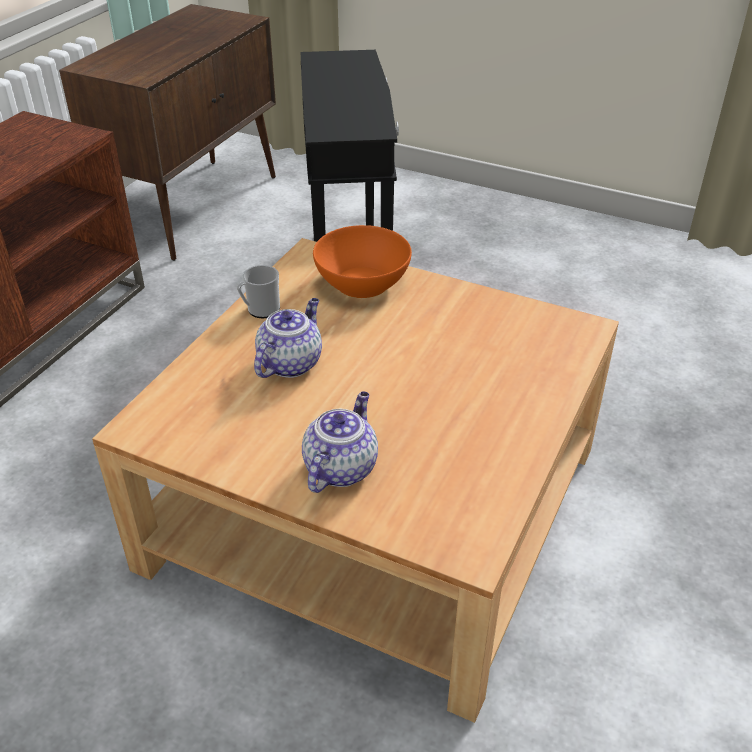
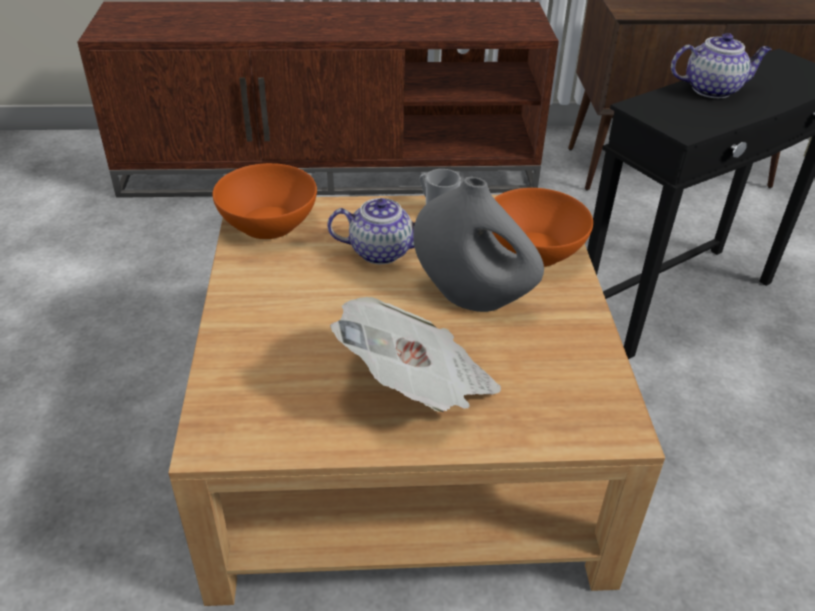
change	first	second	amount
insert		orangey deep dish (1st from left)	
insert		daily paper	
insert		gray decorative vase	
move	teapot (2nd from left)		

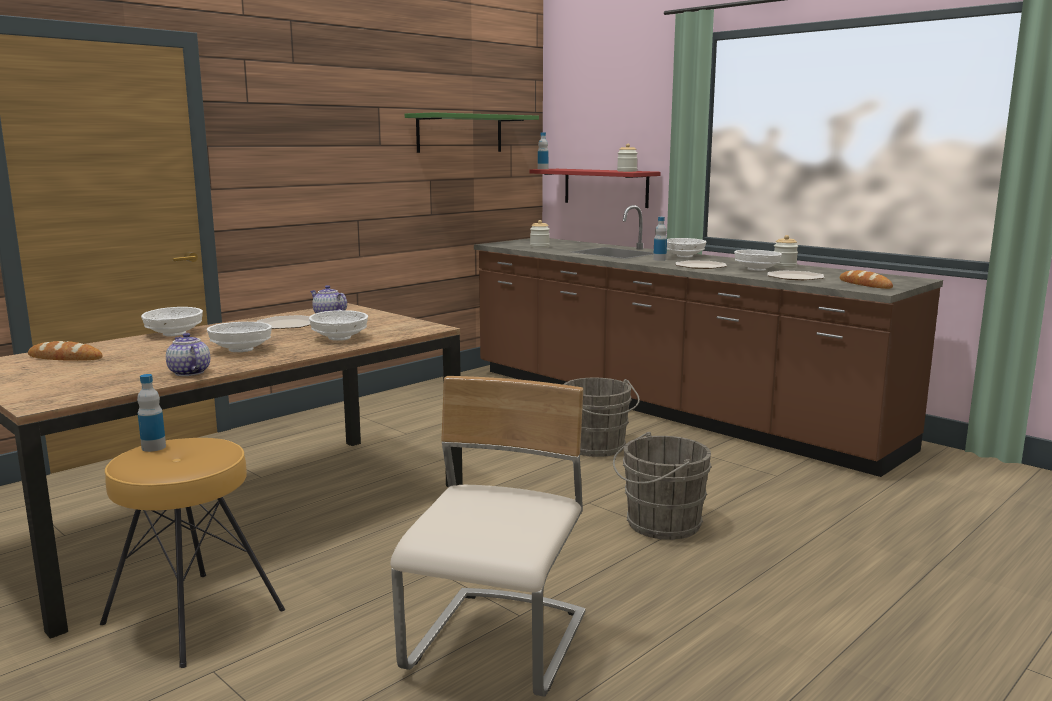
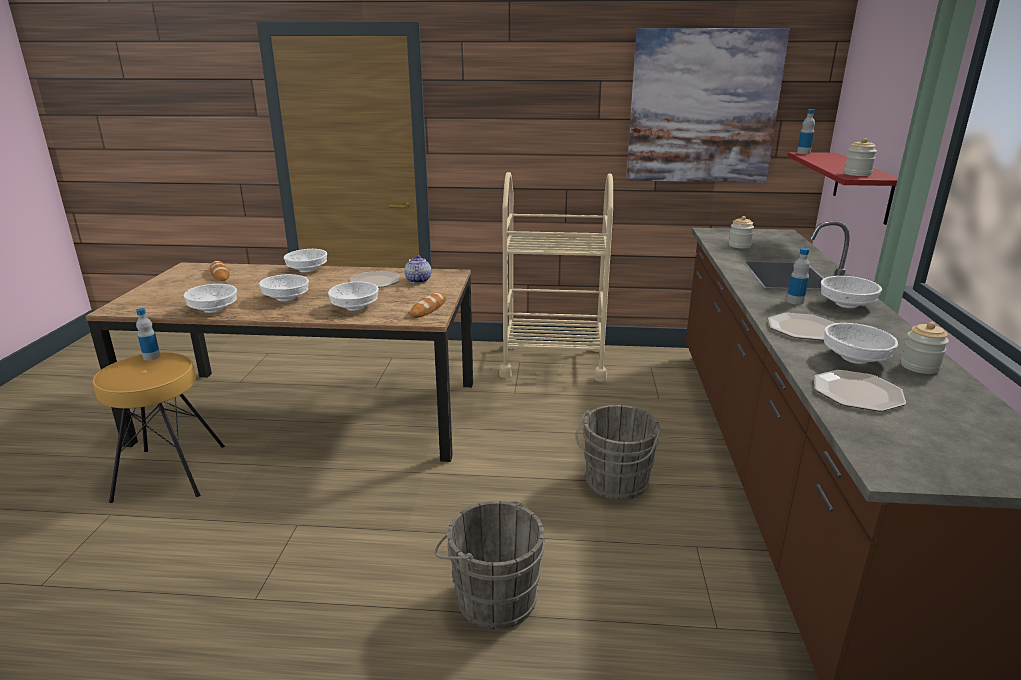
change	first	second	amount
replace	teapot (1st from left)	white-coloured deep dish (1st from left)	
move	bakery bread (2nd from left)		
insert		sand-coloured cart	
replace	green shelf	picture	
delete	sand-coloured upright chair		

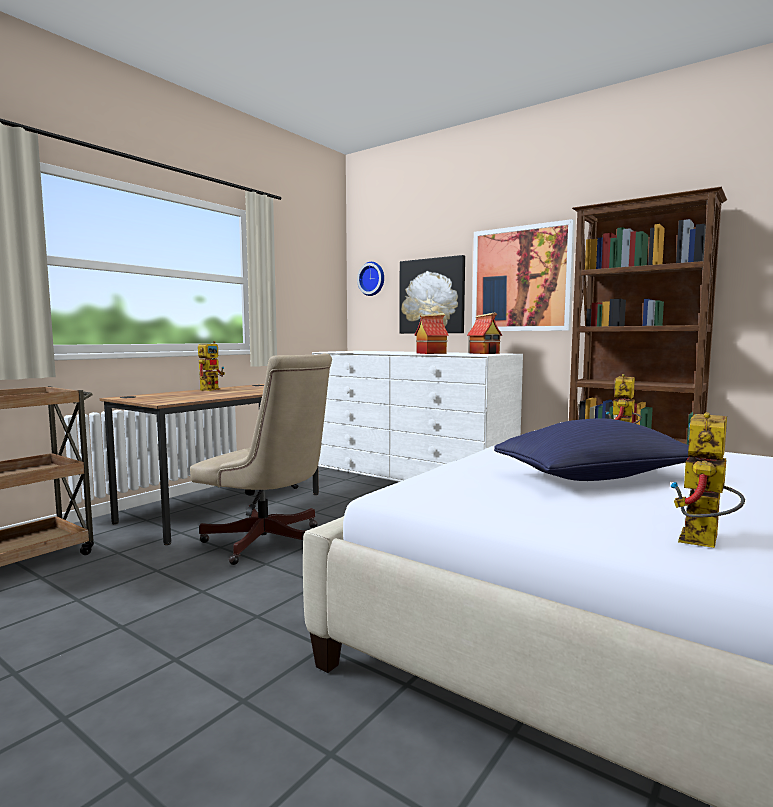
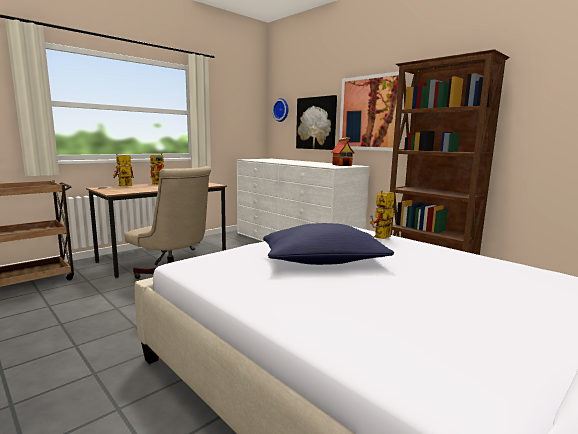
change	first	second	amount
move	toy robot (3rd from left in the first image)	toy robot (1st from left)	
delete	toy house (1st from left)		

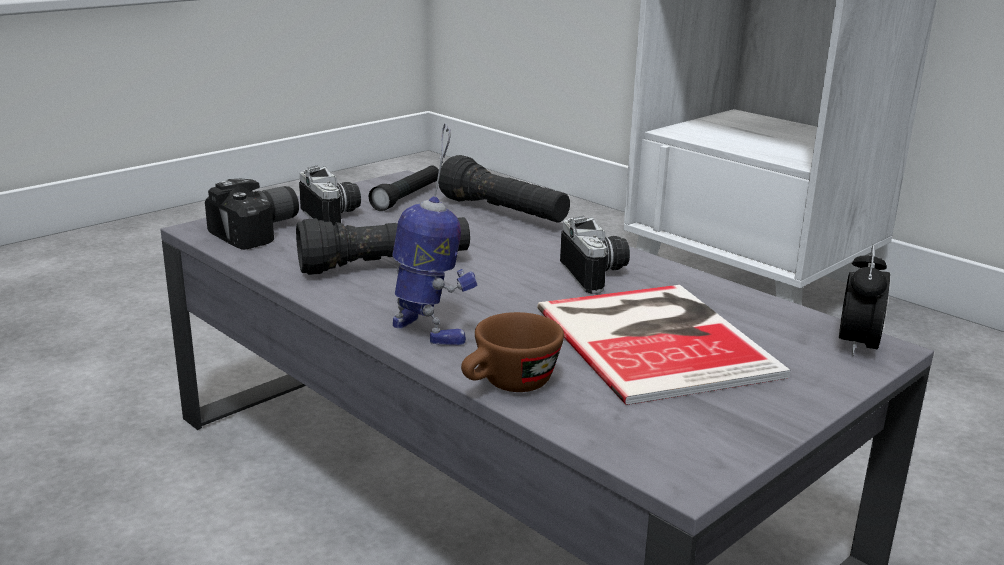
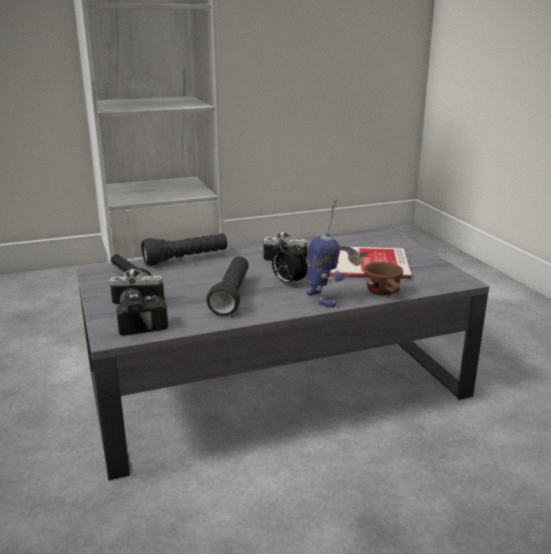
change	first	second	amount
move	alarm clock		
rotate	toy robot		90 degrees clockwise

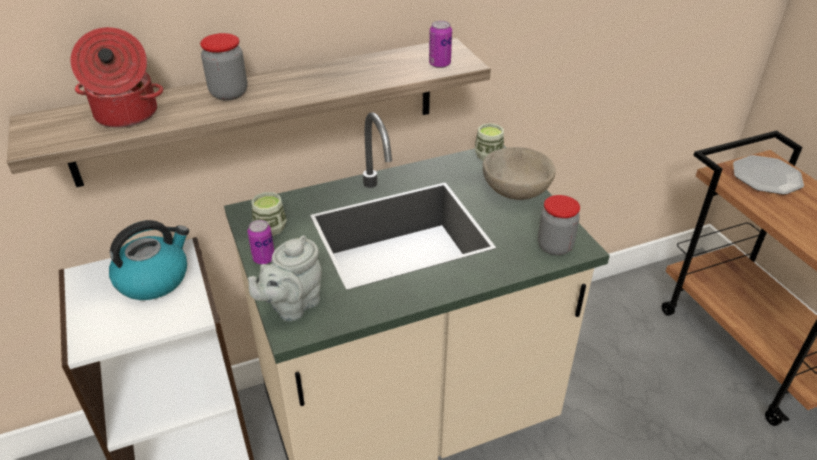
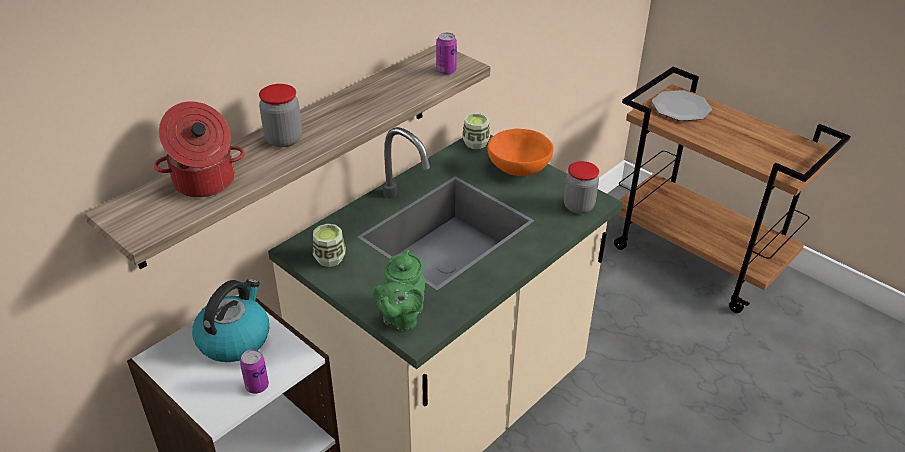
change	first	second	amount
move	metal can (1st from left)		
recolor	gray teapot	green teapot	
recolor	sand-coloured deep dish	orangey deep dish	

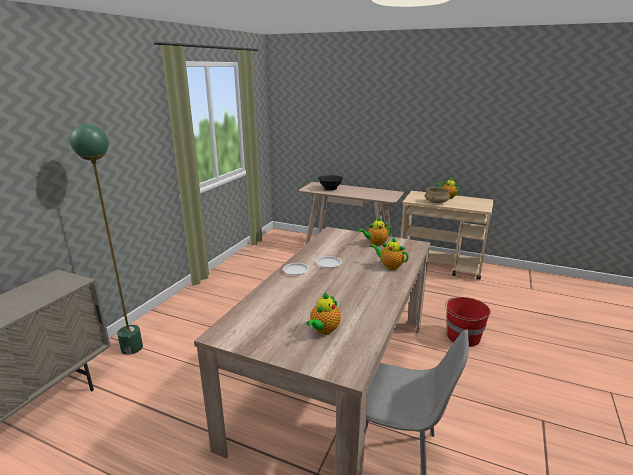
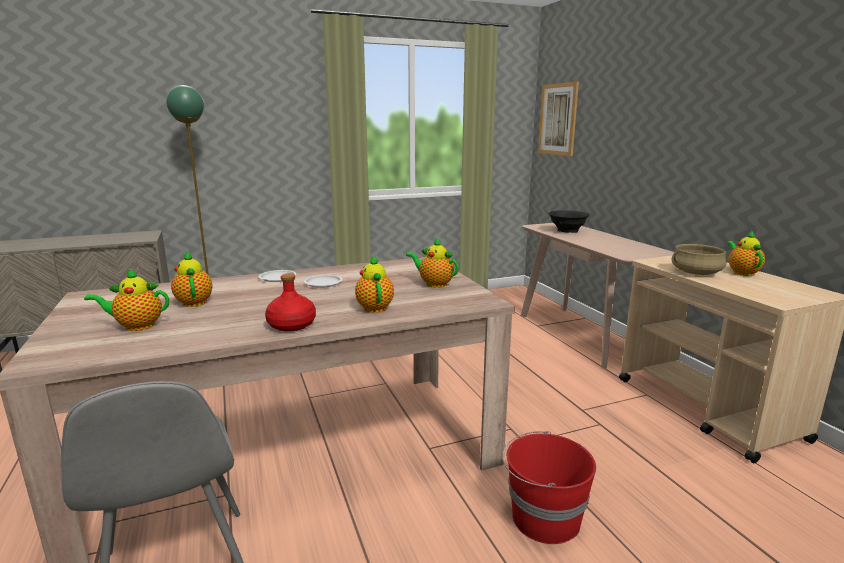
change	first	second	amount
insert		teapot (2nd from left)	
insert		red drink bottle	
insert		picture	

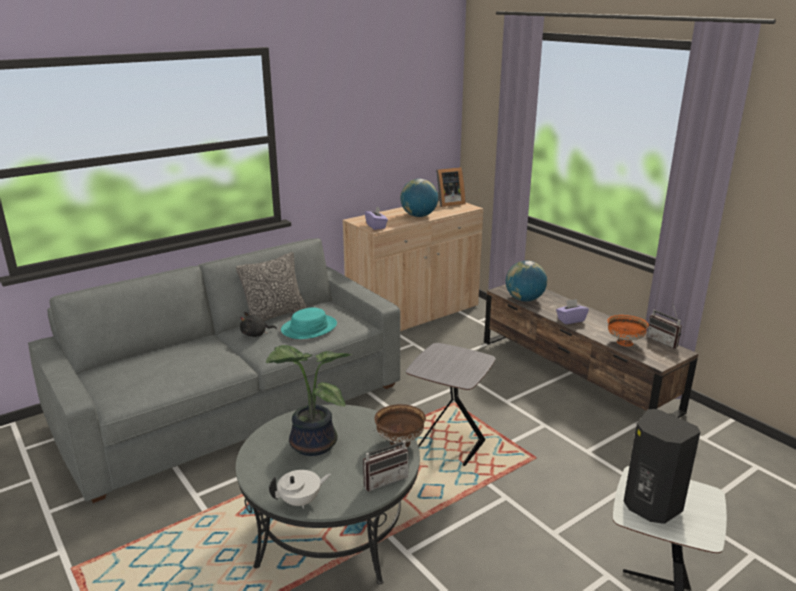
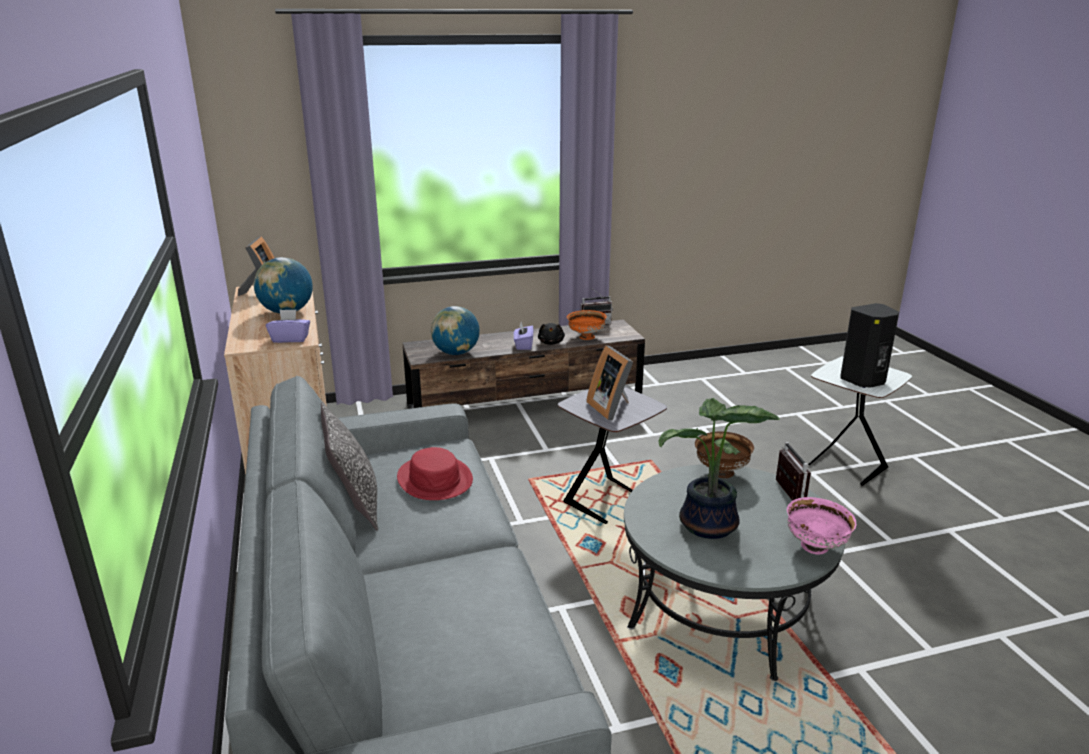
change	first	second	amount
recolor	turquoise hat	red hat	
move	black soft toy		
insert		picture frame (2nd from left)	
replace	white-coloured teapot	pinkish deep dish	

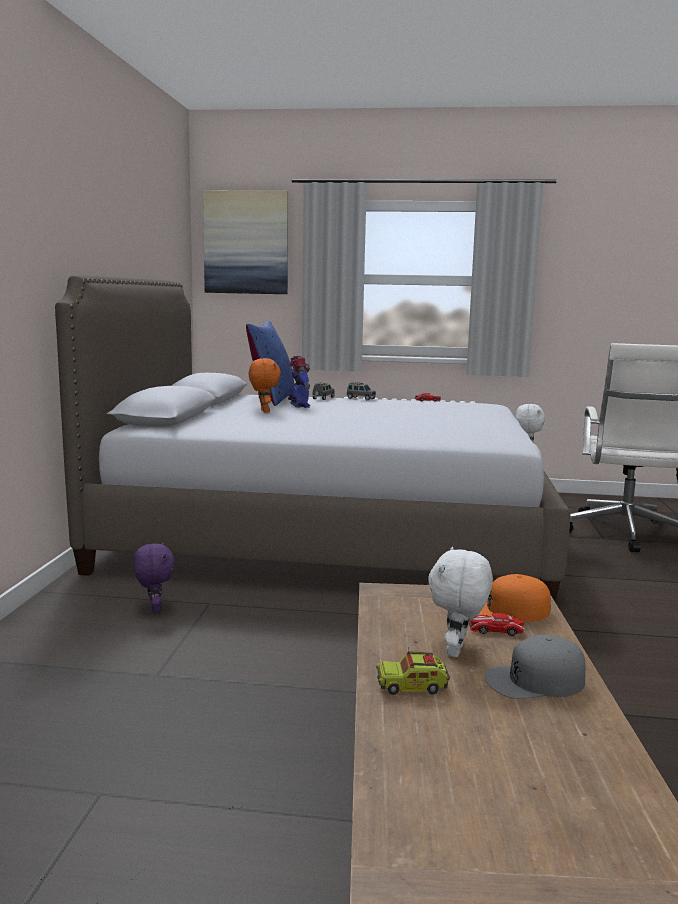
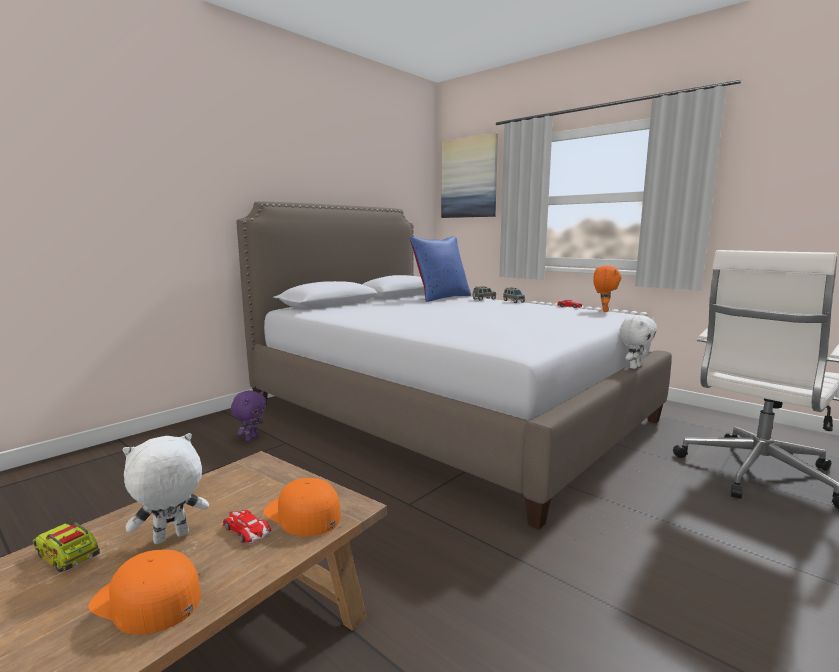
change	first	second	amount
recolor	gray peaked cap	orangey peaked cap (1st from left)	
move	orangey soft toy		
delete	toy robot		

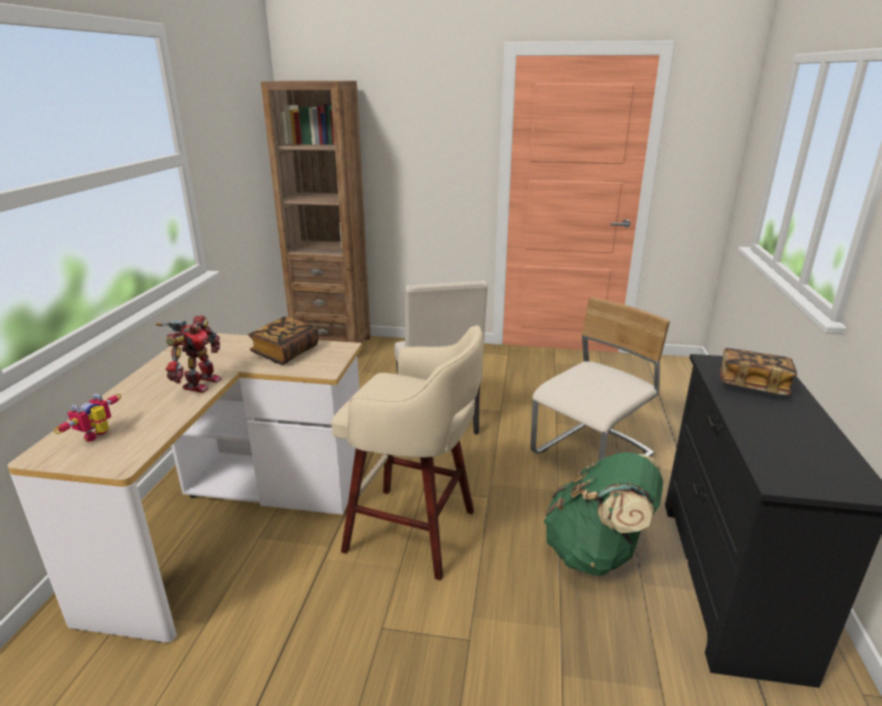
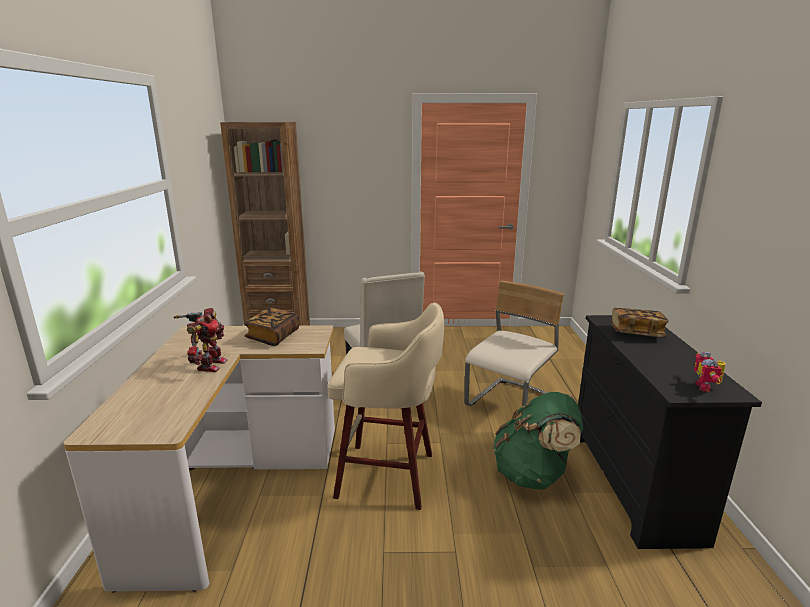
change	first	second	amount
move	toy robot (1st from left in the first image)	toy robot (2nd from left)	

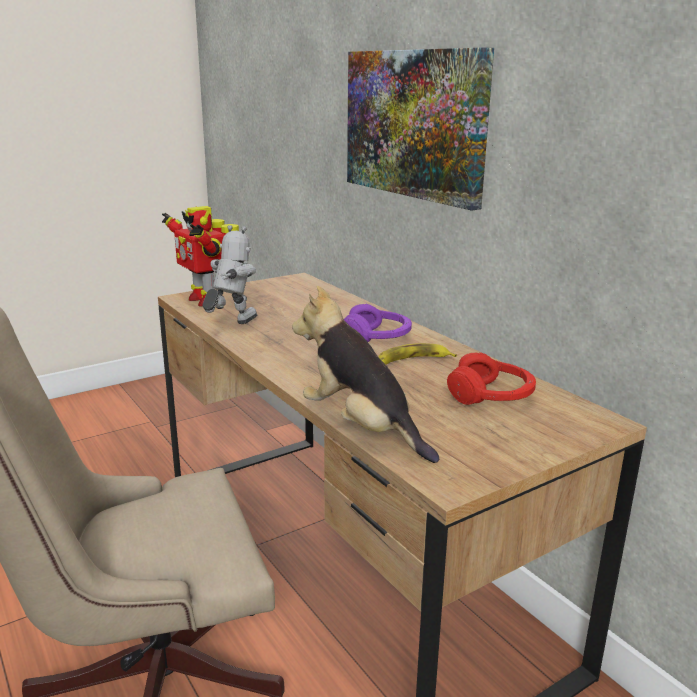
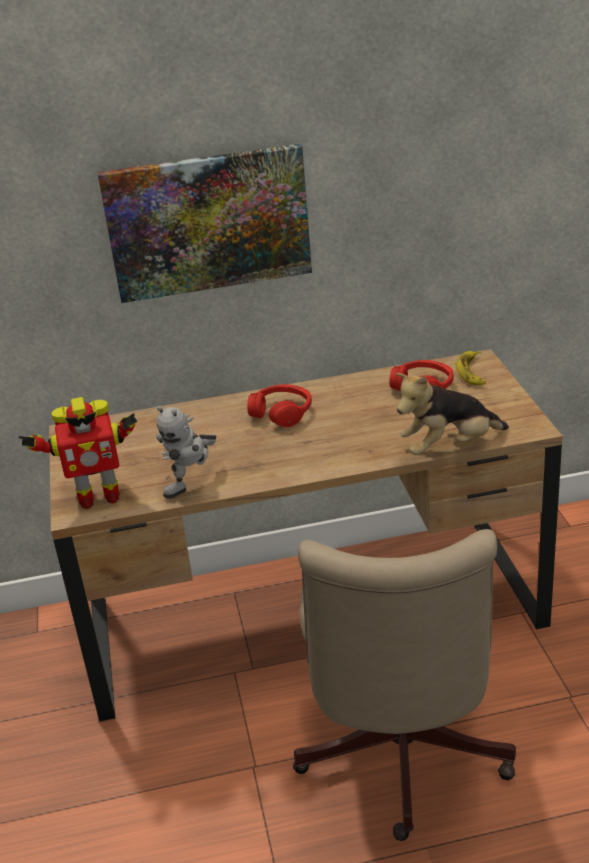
change	first	second	amount
rotate	toy robot (2nd from left)		105 degrees counterclockwise
recolor	purple-coloured pair of headphones	red pair of headphones (1st from left)	
move	whole banana		

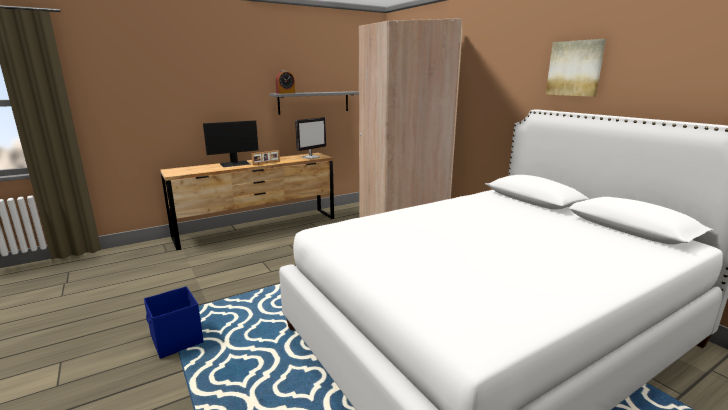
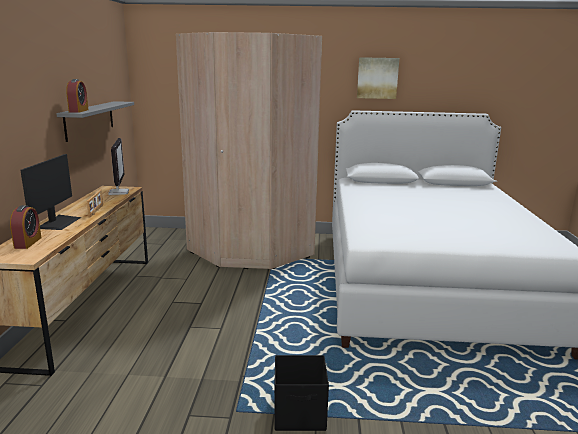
change	first	second	amount
insert		alarm clock (1st from left)	
recolor	blue-coloured storage bin	black storage bin	

